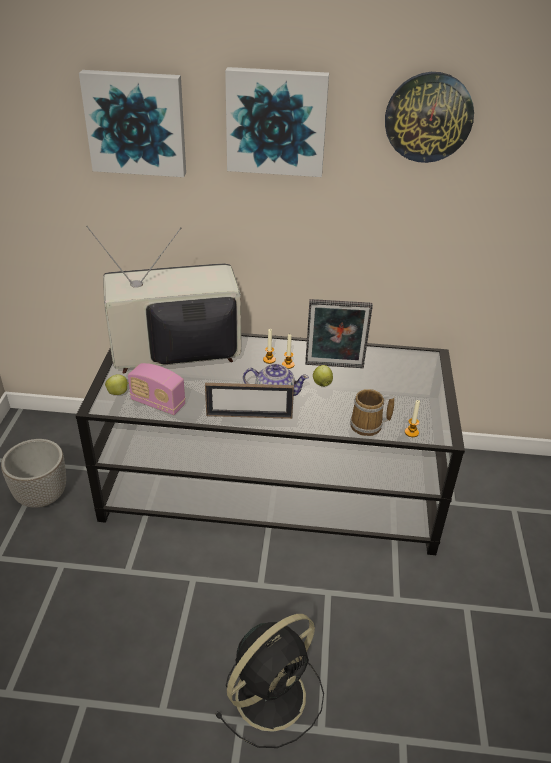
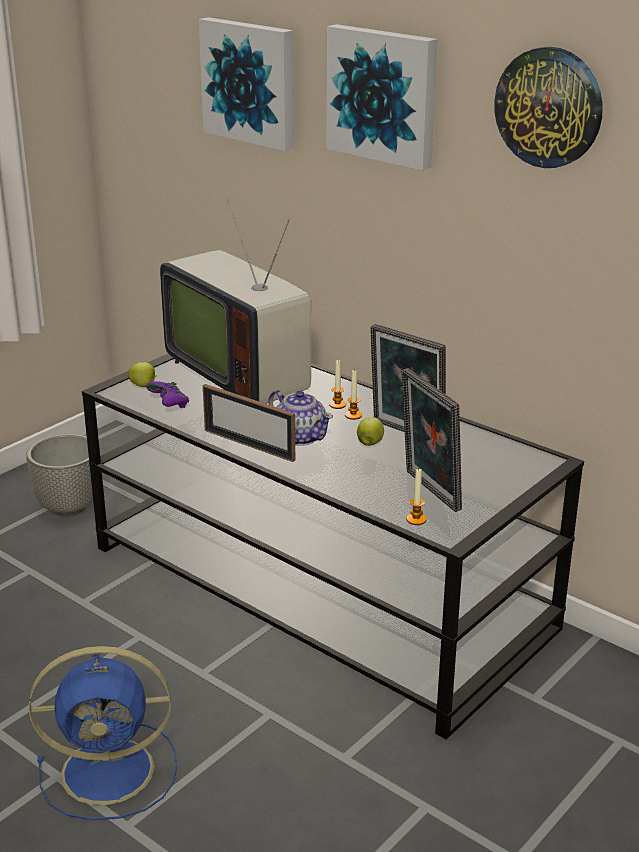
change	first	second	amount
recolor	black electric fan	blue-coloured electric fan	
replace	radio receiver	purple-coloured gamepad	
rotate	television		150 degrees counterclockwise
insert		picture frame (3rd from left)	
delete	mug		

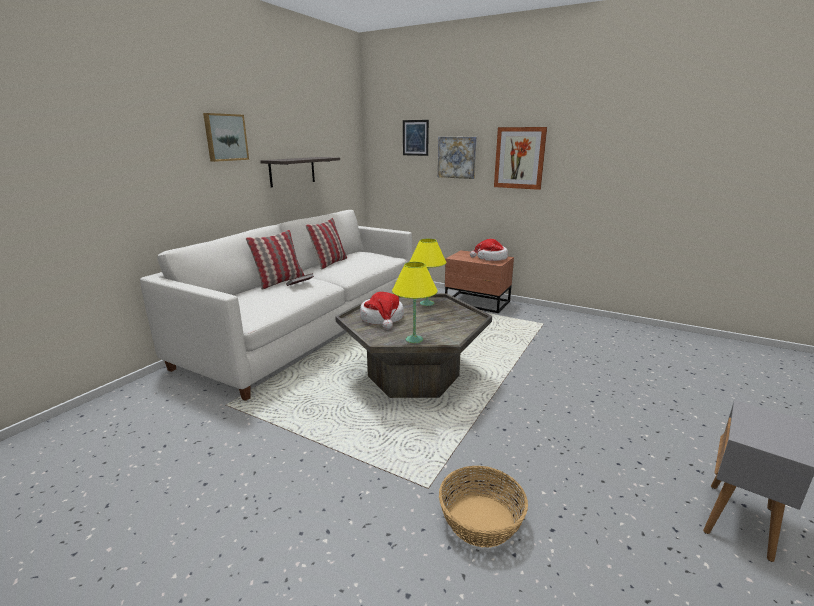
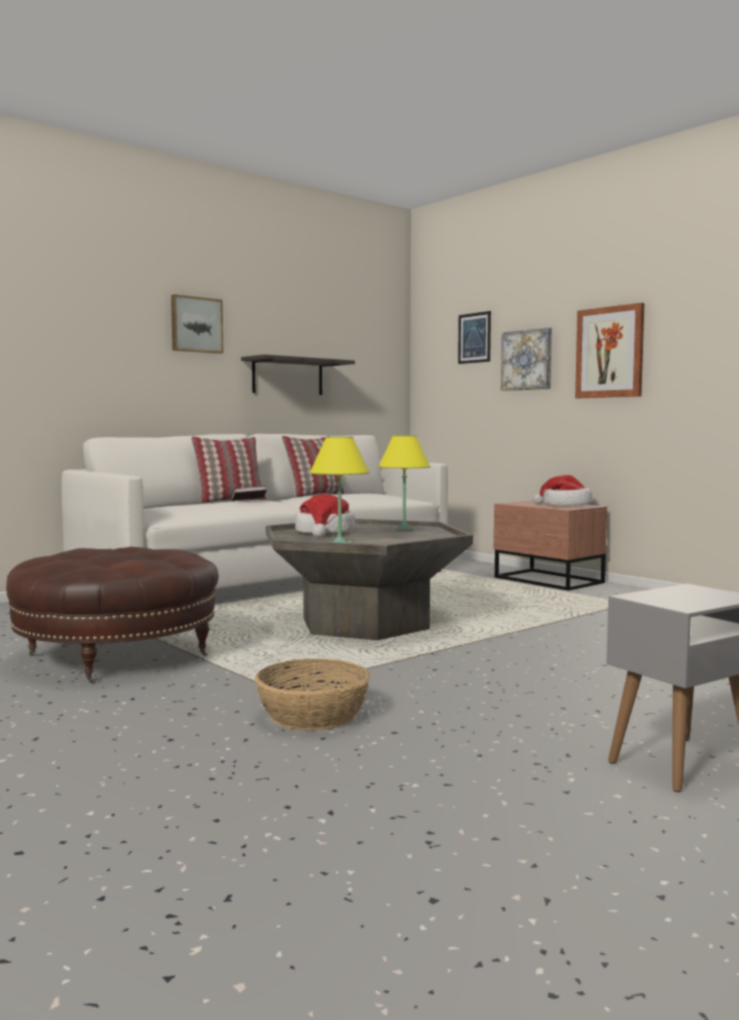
change	first	second	amount
insert		brownish footrest	

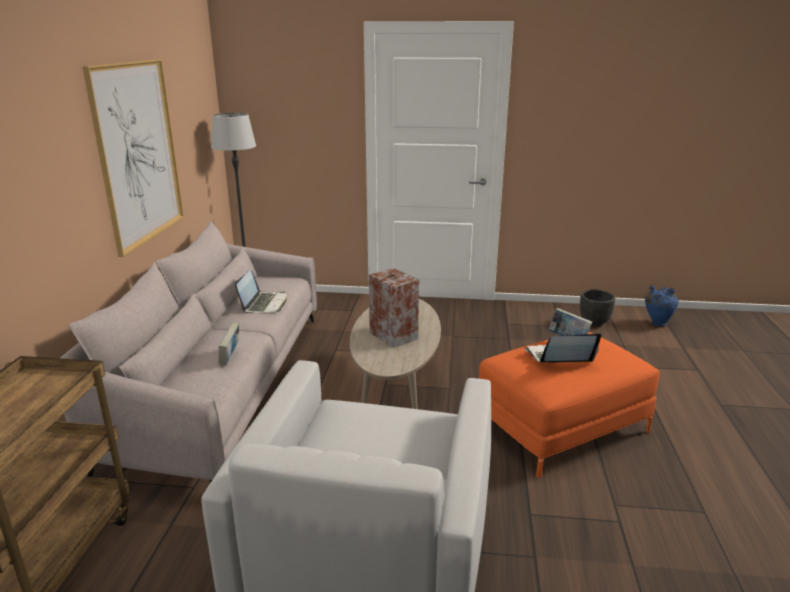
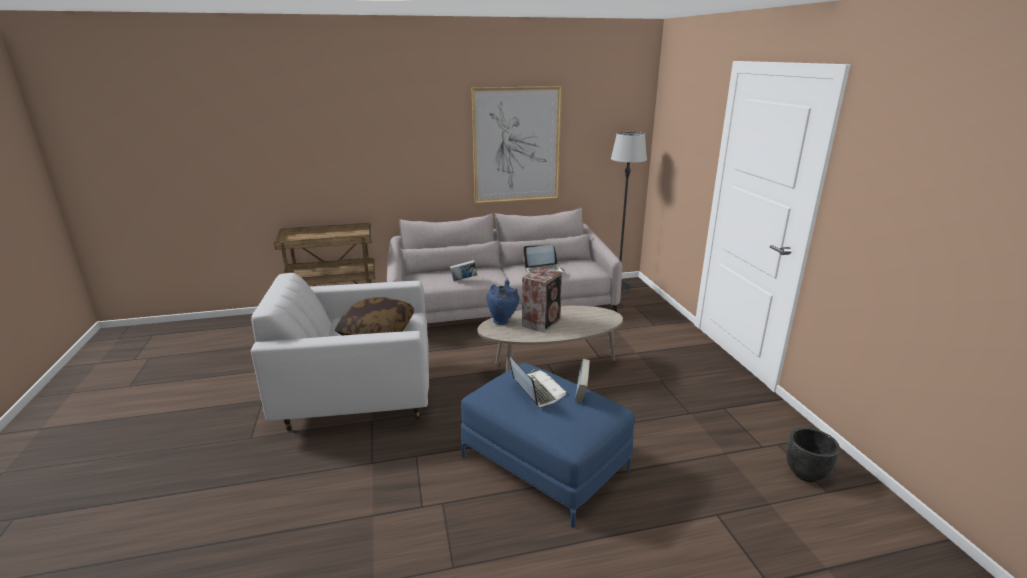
change	first	second	amount
insert		pillow	
recolor	orangey footrest	blue-coloured footrest	
move	blue-coloured decorative vase		

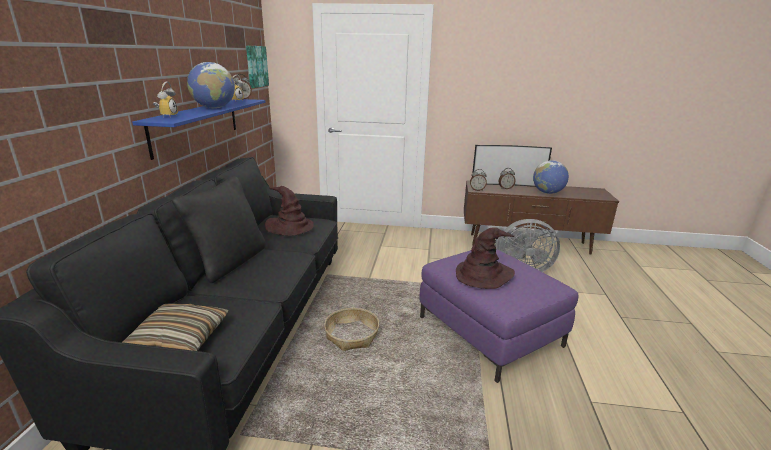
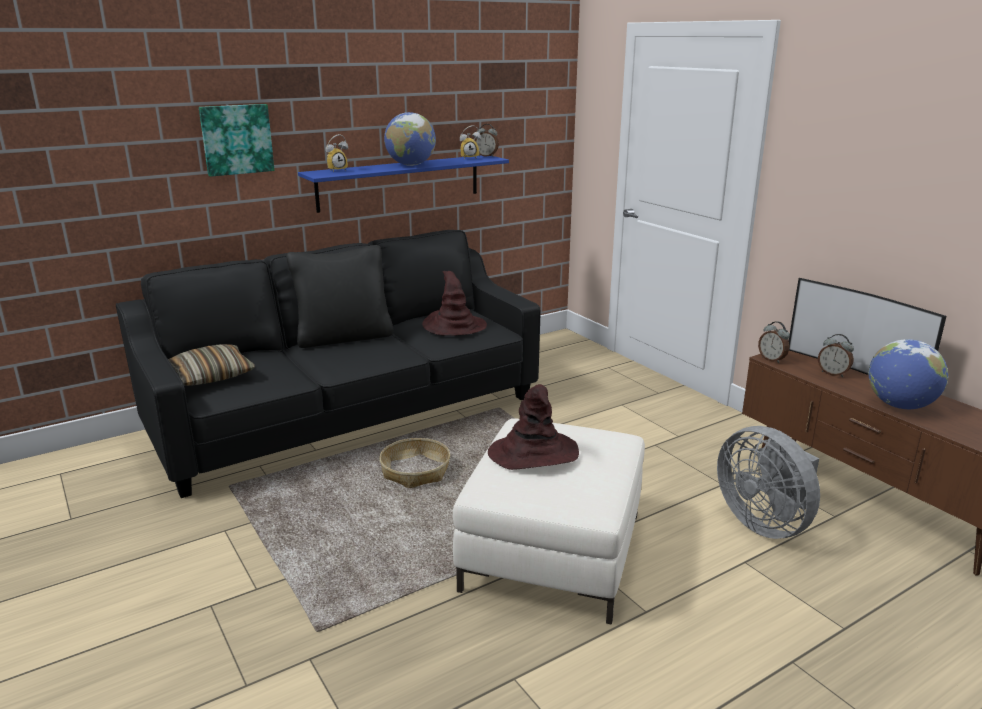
change	first	second	amount
move	picture		
recolor	purple-coloured footrest	white-coloured footrest	

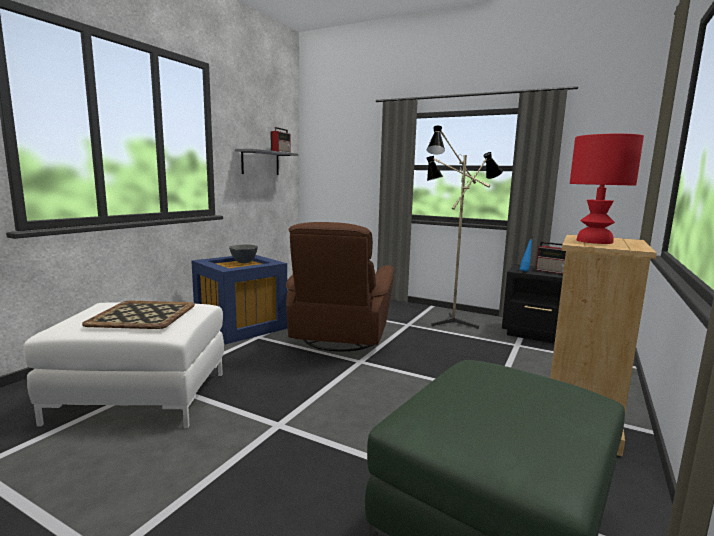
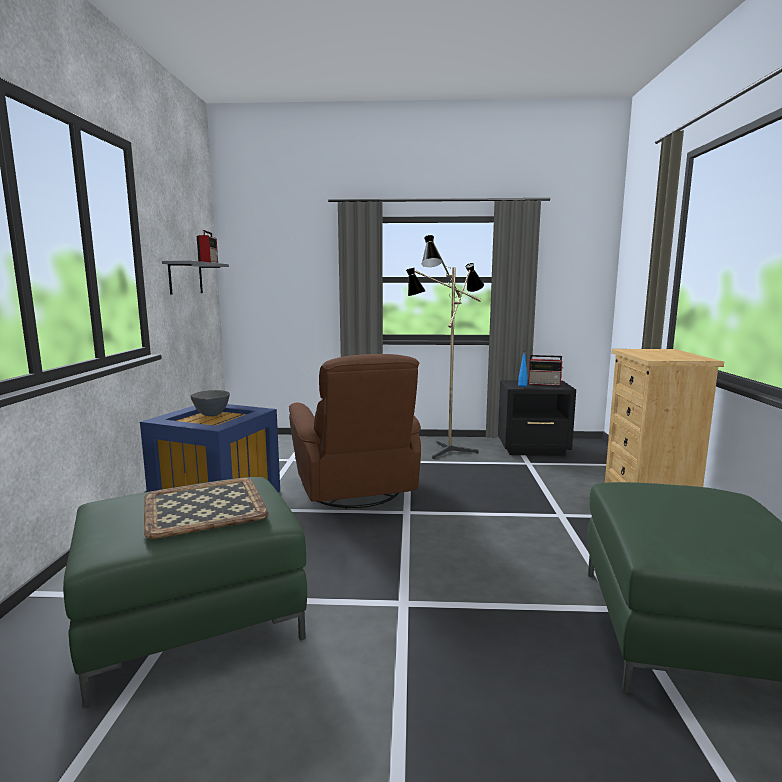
change	first	second	amount
recolor	white-coloured footrest	green footrest (1st from left)	
delete	red tabletop lamp		

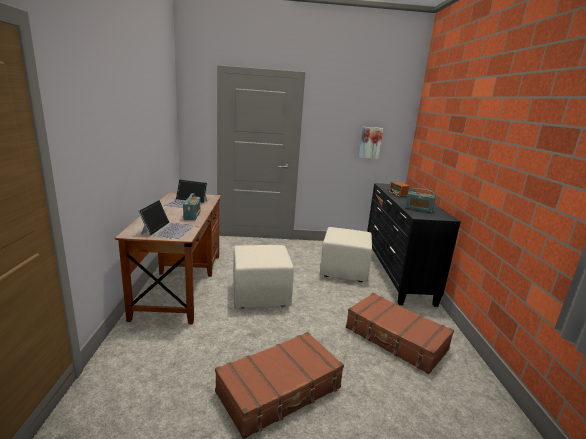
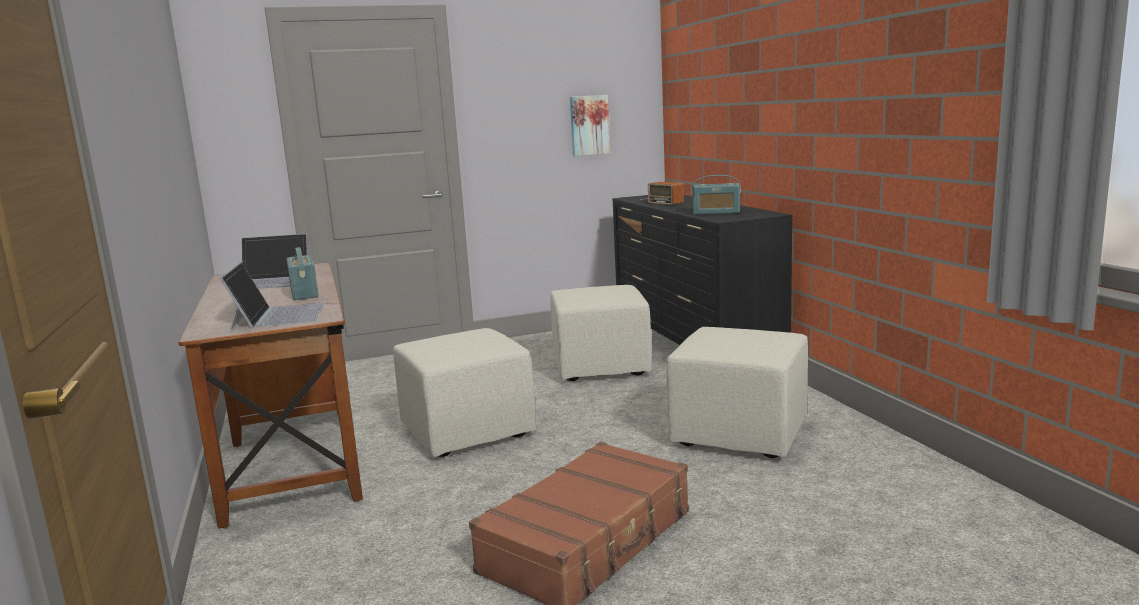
change	first	second	amount
replace	brownish piece of luggage (2nd from left)	sand-coloured footrest (3rd from left)	

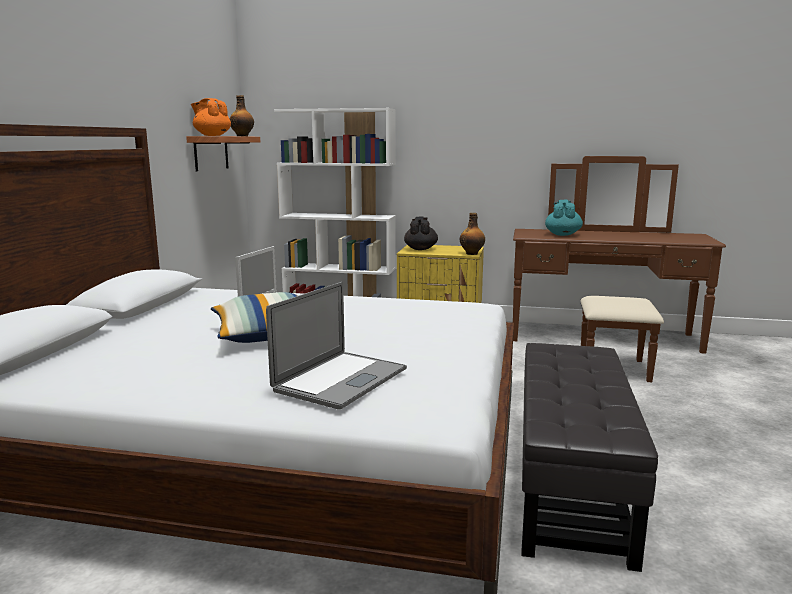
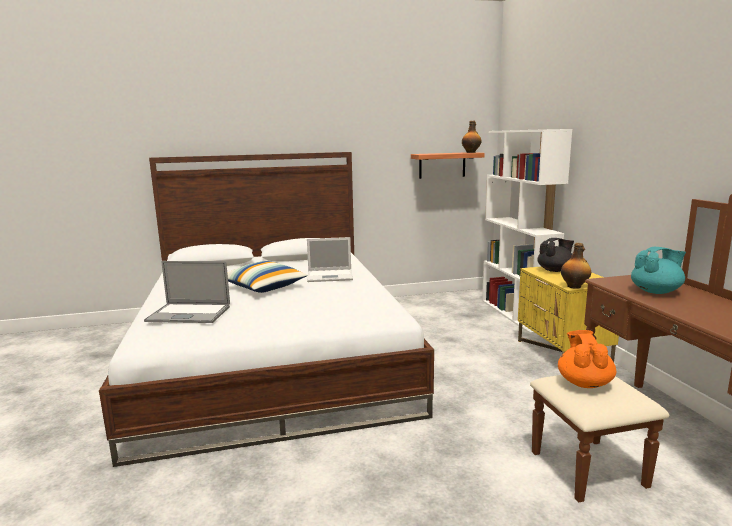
change	first	second	amount
move	orangey teapot		
delete	black footrest		

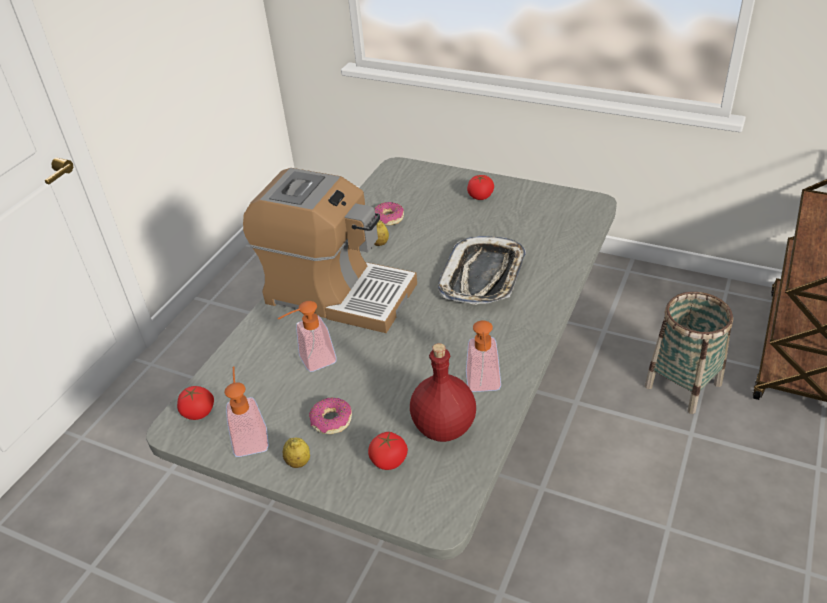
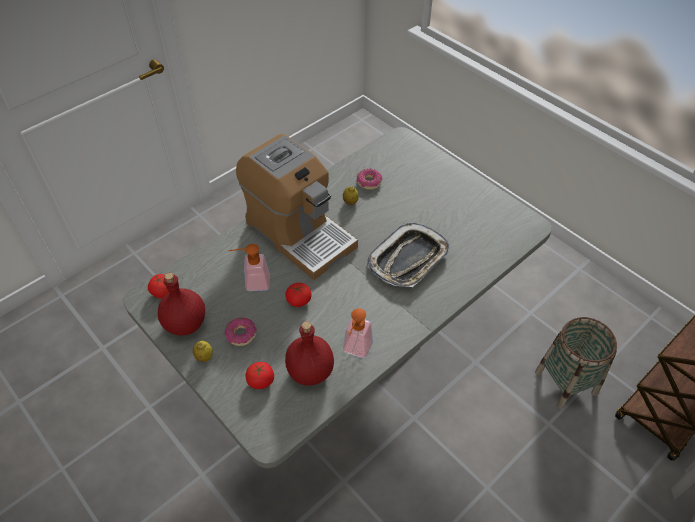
change	first	second	amount
replace	soap dispenser (1st from left)	red drink bottle (1st from left)	
move	fresh tomato (3rd from left)		

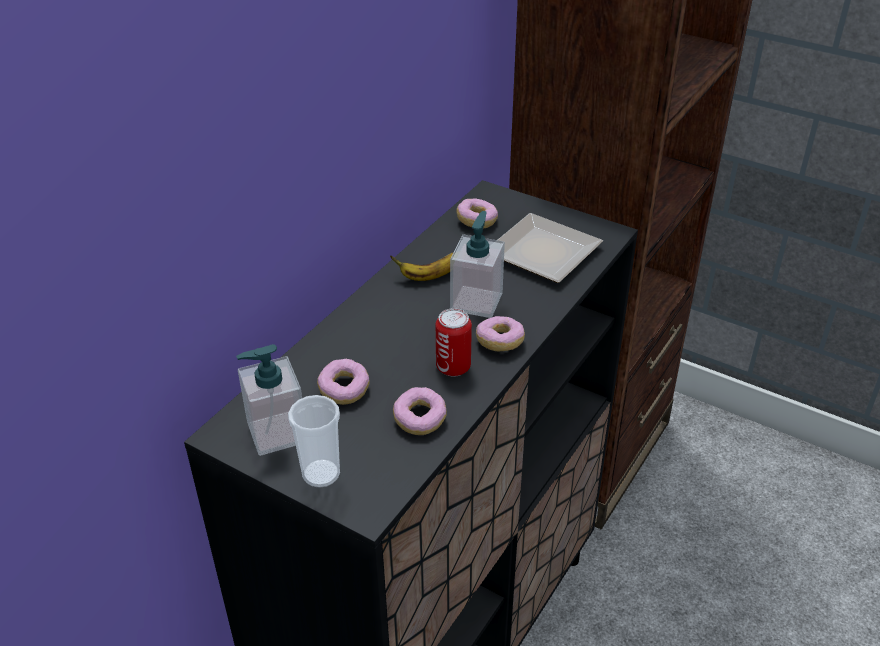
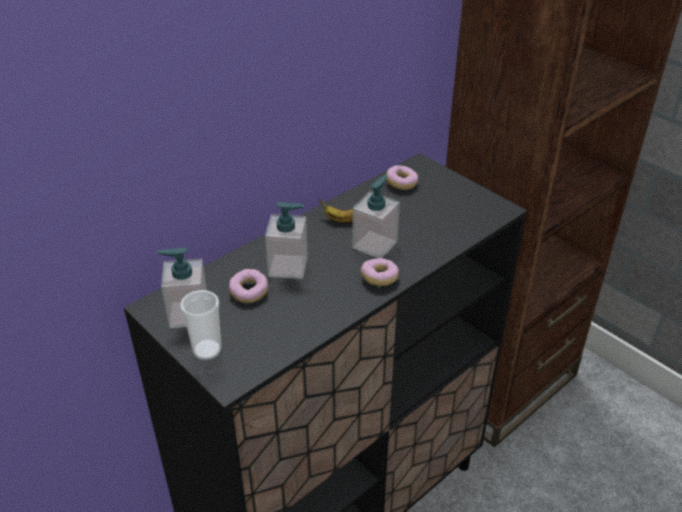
change	first	second	amount
insert		soap dispenser (2nd from left)	
delete	ring doughnut (2nd from left)		
delete	metal can		
delete	plate		

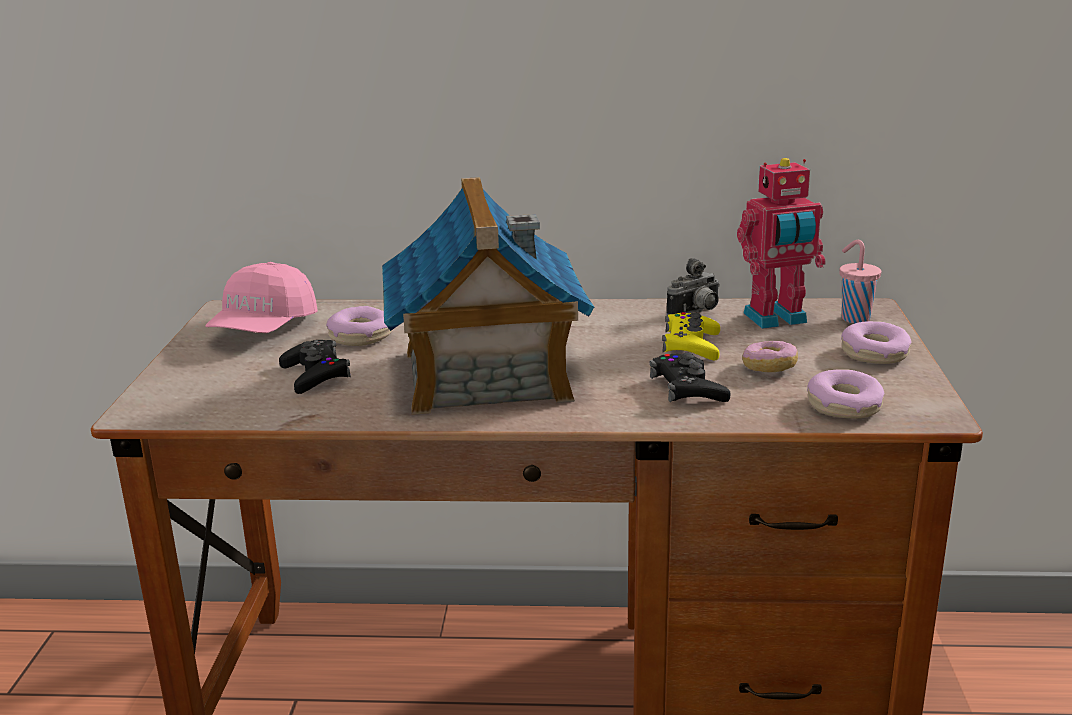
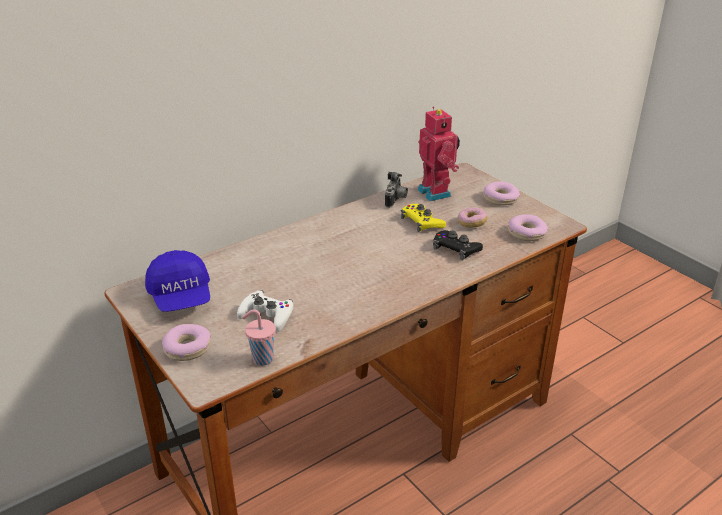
change	first	second	amount
recolor	pinkish peaked cap	blue-coloured peaked cap	
move	ring doughnut (1st from left)		
recolor	black gamepad (1st from left)	white-coloured gamepad	
move	pinkish drinking cup		
rotate	toy robot		60 degrees counterclockwise
delete	toy house		

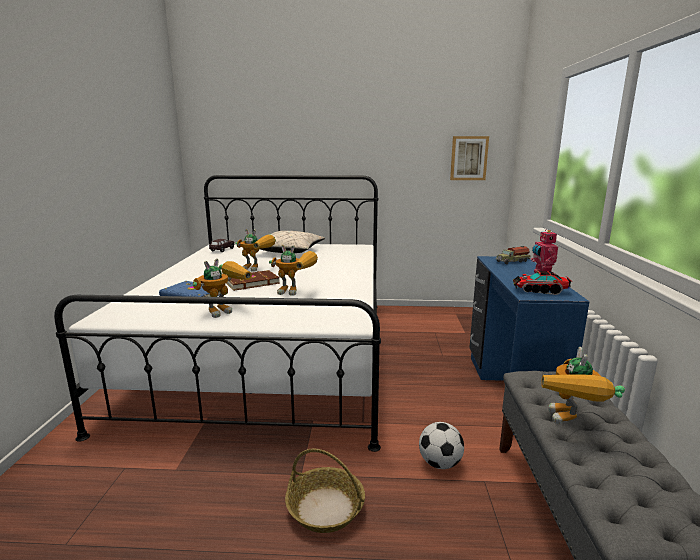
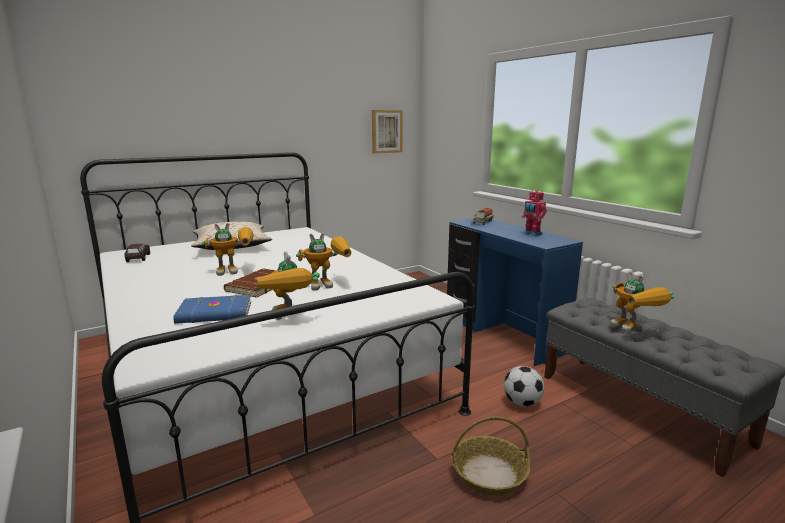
change	first	second	amount
rotate	toy robot (1st from left in the first image)	toy robot (2nd from left)	150 degrees clockwise
delete	toy lorry (2nd from left)		

